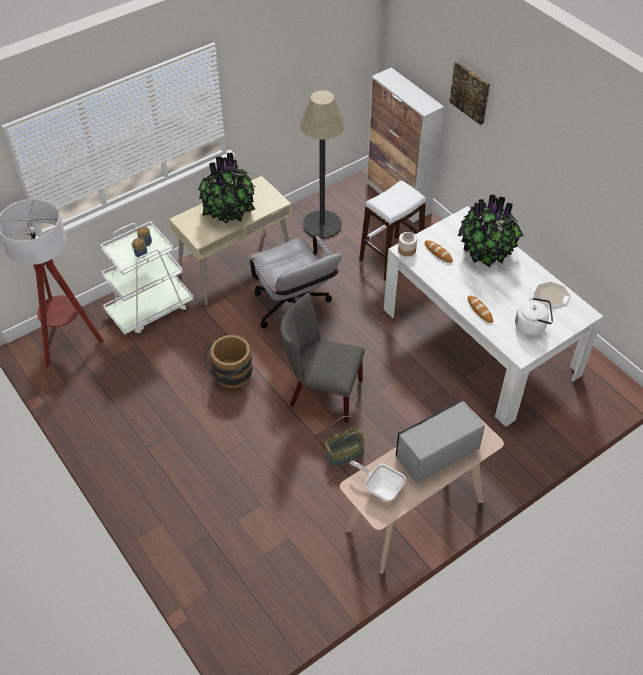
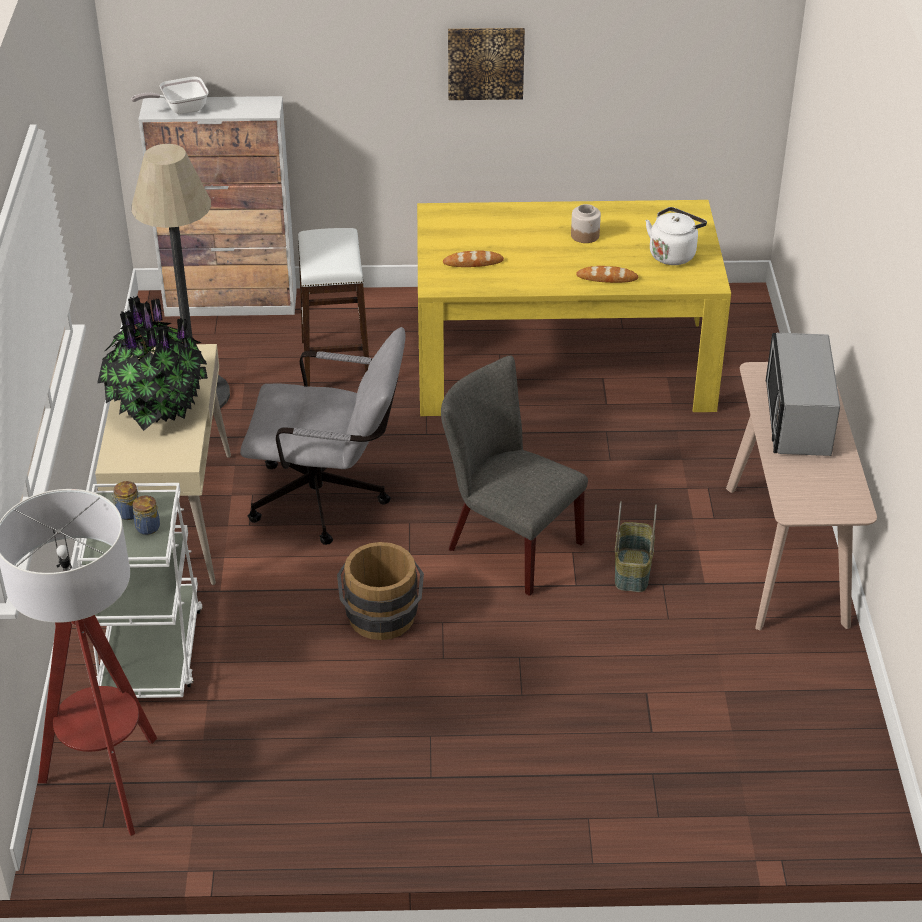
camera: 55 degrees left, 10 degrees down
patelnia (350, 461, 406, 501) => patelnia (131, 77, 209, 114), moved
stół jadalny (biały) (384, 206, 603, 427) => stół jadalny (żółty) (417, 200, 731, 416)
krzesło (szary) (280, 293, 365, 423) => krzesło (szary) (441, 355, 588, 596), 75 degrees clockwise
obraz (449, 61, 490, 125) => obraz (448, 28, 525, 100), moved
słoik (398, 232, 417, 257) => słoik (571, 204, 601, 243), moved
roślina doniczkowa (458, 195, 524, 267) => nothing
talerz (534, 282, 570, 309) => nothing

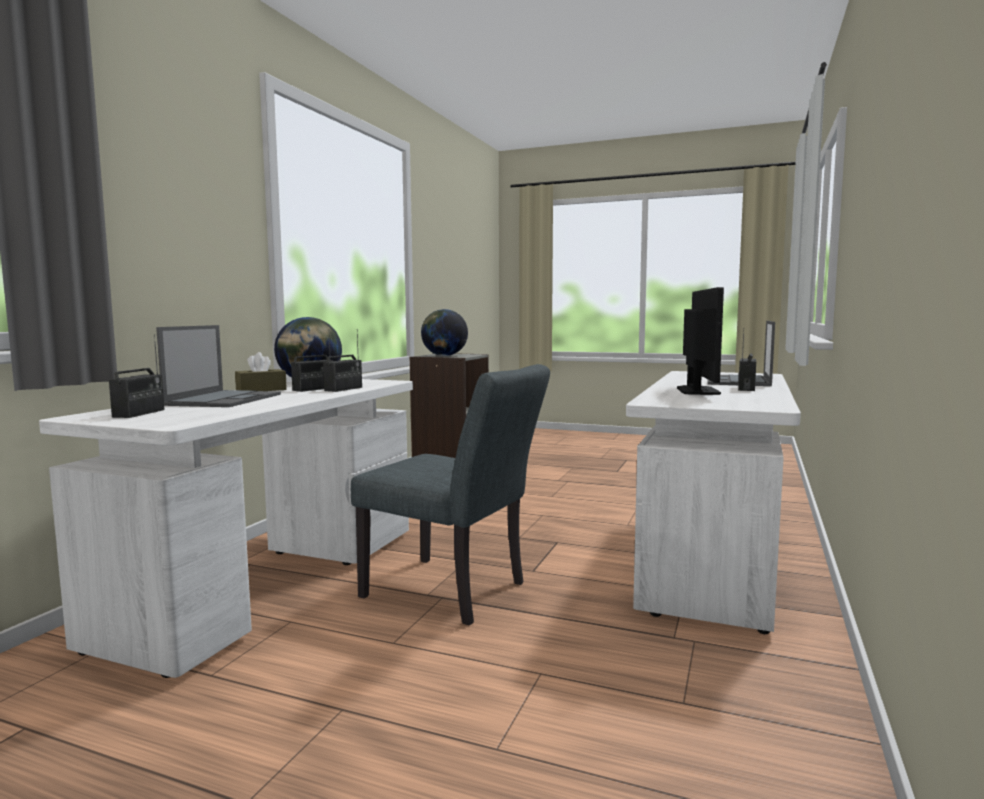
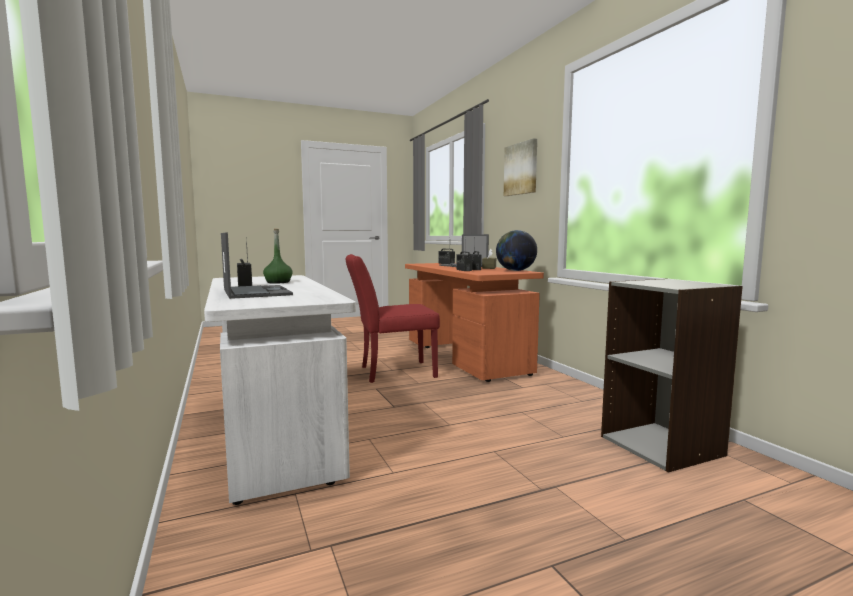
camera: 135 degrees right, 0 degrees up
monitor (677, 287, 724, 395) => butelka (zielony) (263, 228, 293, 284)
krzesło (szary) (351, 364, 550, 625) => krzesło (czerwony) (346, 254, 440, 383)
biurko (biały) (39, 379, 413, 678) => biurko (pomarańczowy) (405, 263, 544, 382)
nothing => obraz (504, 138, 537, 196)
globus (421, 309, 468, 356) => nothing

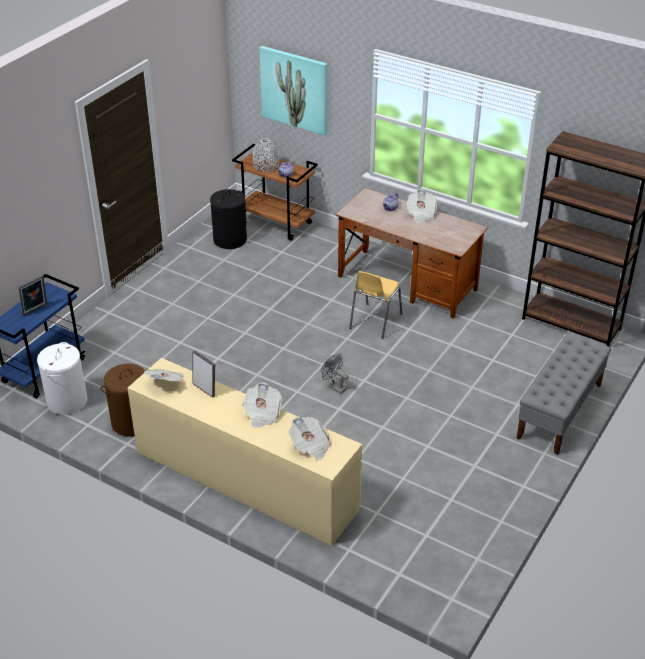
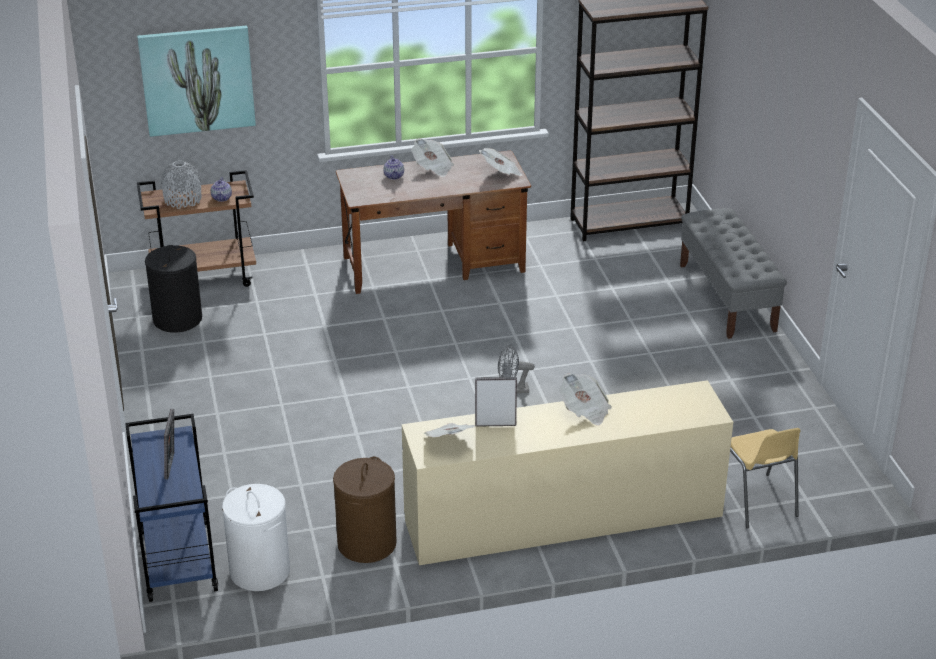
camera: 45 degrees left, 5 degrees down
gazeta (289, 417, 331, 460) => gazeta (479, 148, 523, 176), moved
krzesło (żółty) (349, 271, 402, 339) => krzesło (żółty) (730, 428, 801, 528), moved

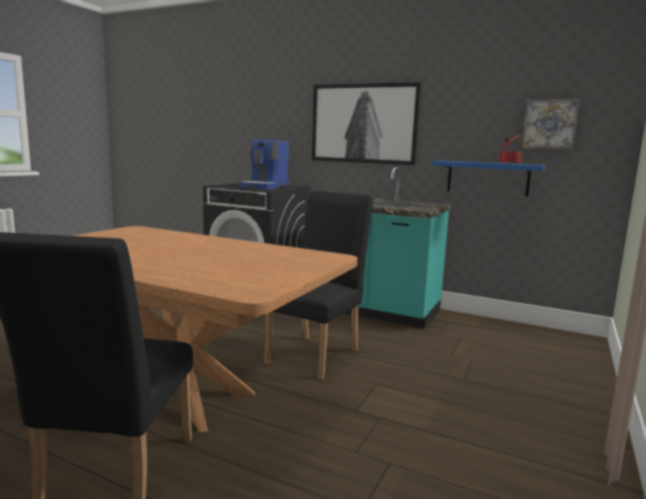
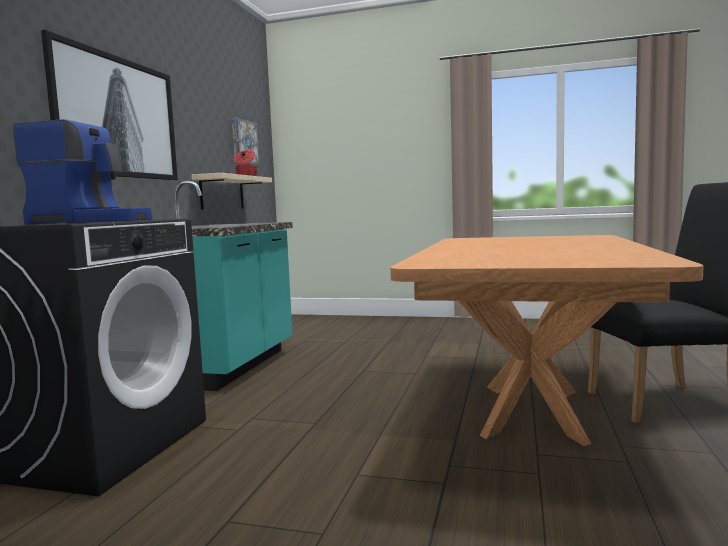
camera: 100 degrees left, 5 degrees down
półka (niebieski) (432, 160, 545, 196) => półka (beżowy) (191, 173, 272, 210)
krzesło (czarny) (264, 191, 373, 380) => nothing

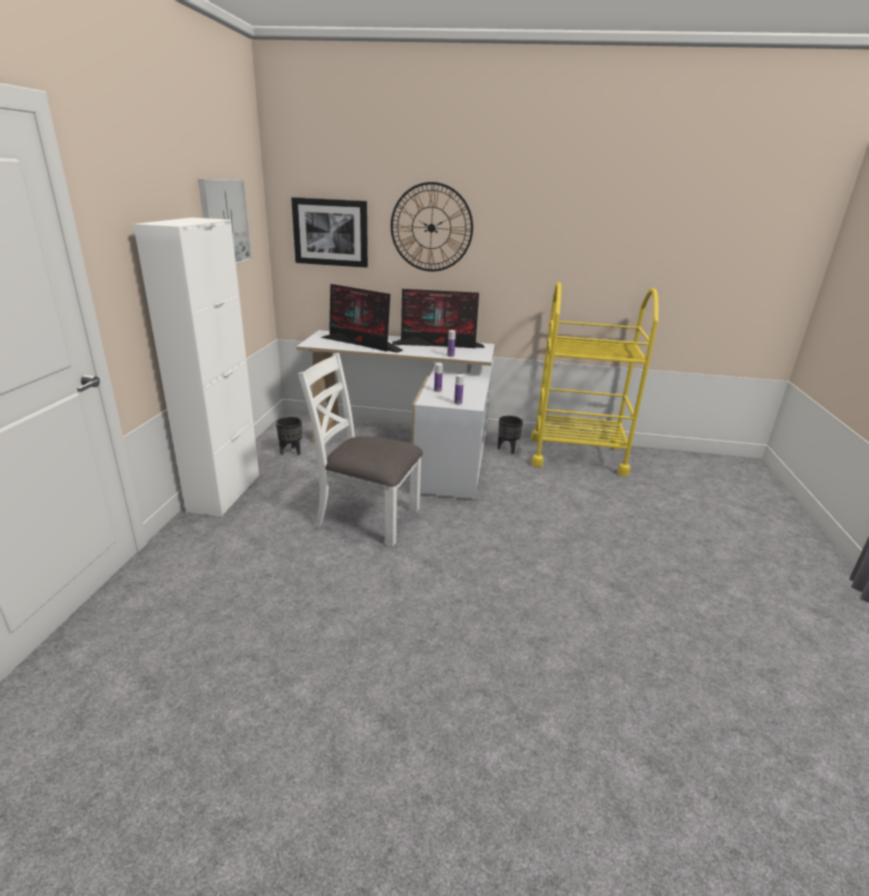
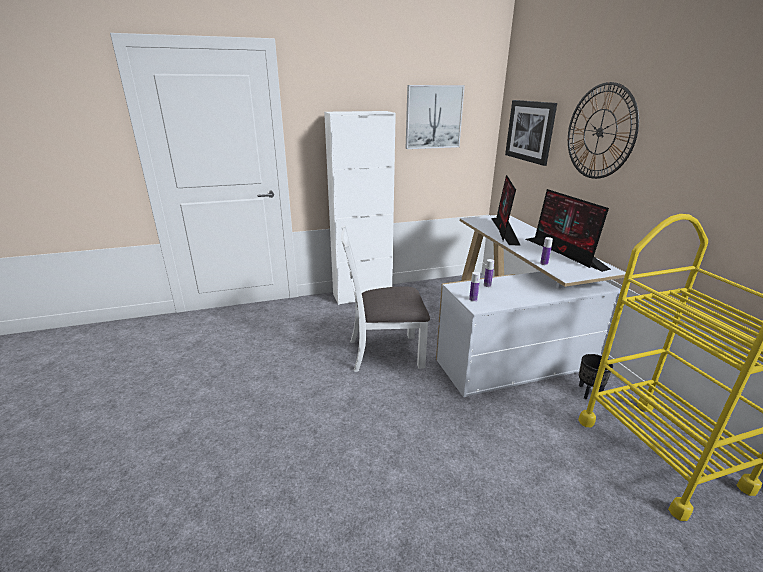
camera: 65 degrees right, 0 degrees up
krzesło (biały) (298, 353, 423, 547) => krzesło (biały) (341, 226, 430, 372), 90 degrees counterclockwise
donica (czarny) (276, 417, 302, 455) => nothing

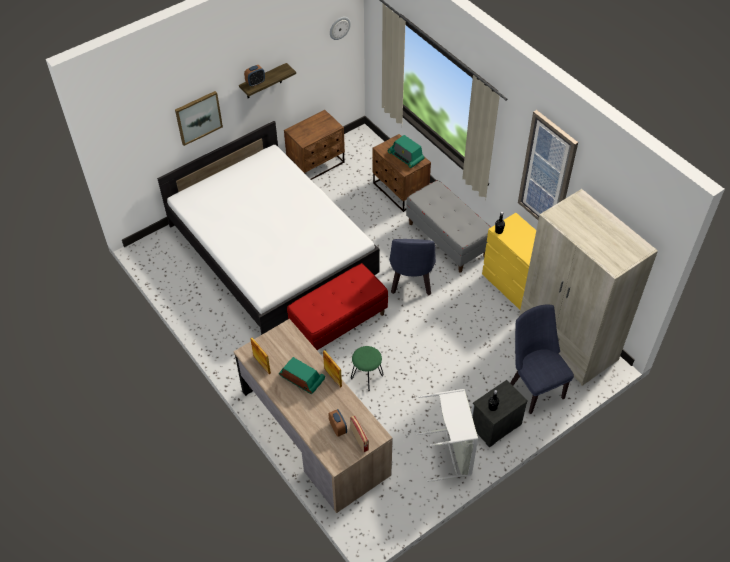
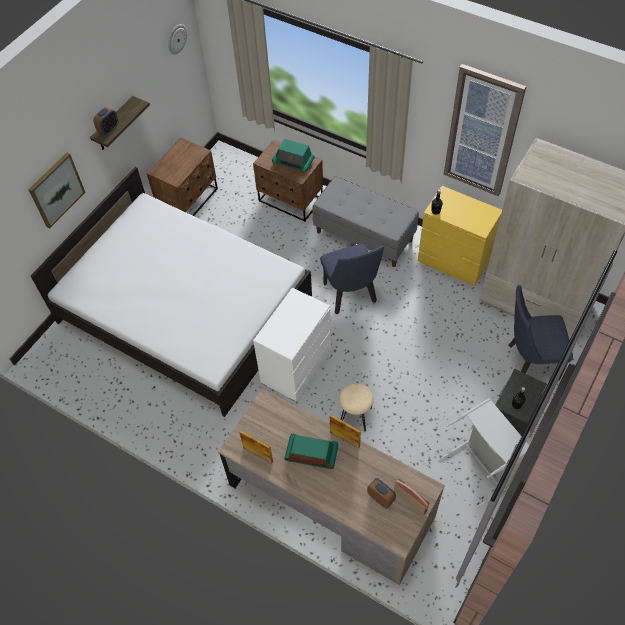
camera: 20 degrees left, 5 degrees up
ławka (czerwony) (287, 263, 388, 350) => komoda (biały) (253, 288, 331, 401)
stołek (zielony) (351, 346, 384, 391) => stołek (beżowy) (339, 383, 374, 431)
krzesło (niebieski) (510, 305, 574, 414) => krzesło (niebieski) (508, 285, 573, 380), 45 degrees counterclockwise

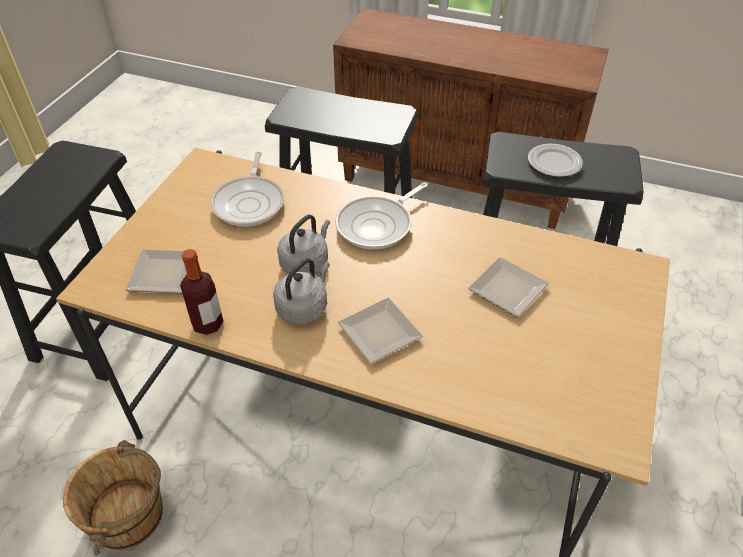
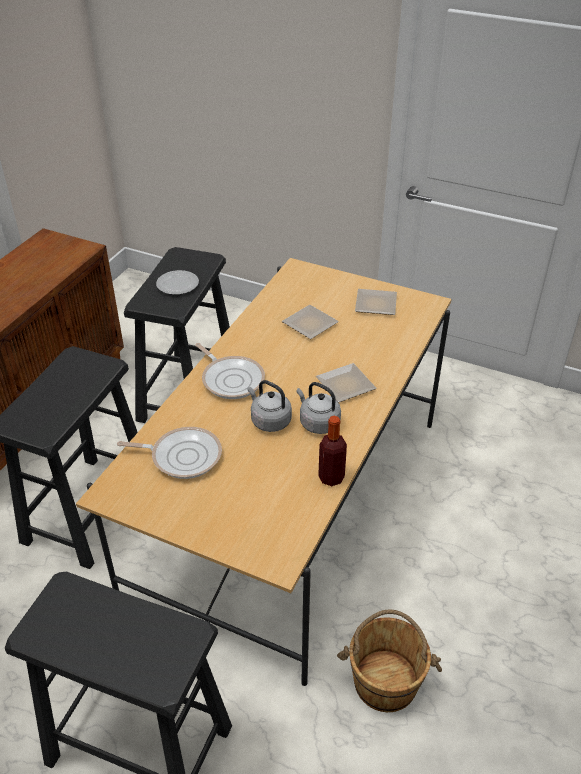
camera: 85 degrees left, 5 degrees down
talerz (125, 249, 197, 293) => talerz (355, 289, 397, 315), moved

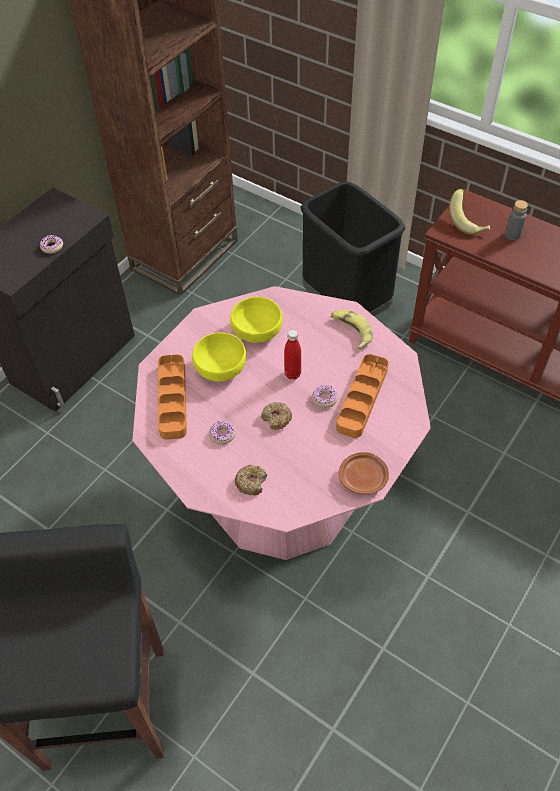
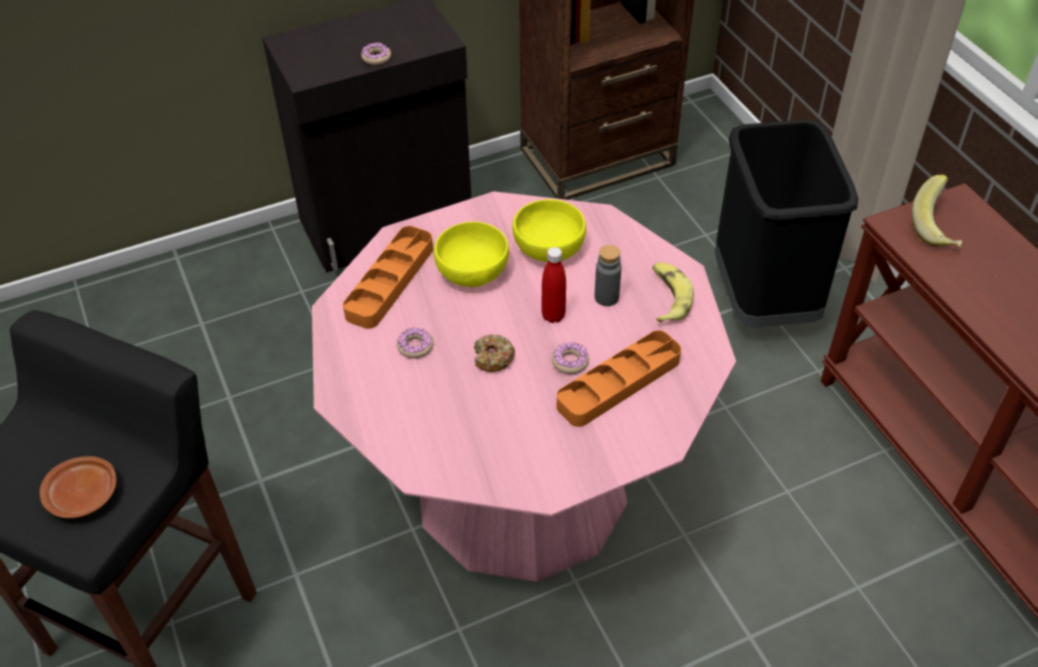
camera: 30 degrees right, 5 degrees down
talerz (brązowy) (339, 452, 389, 494) => talerz (brązowy) (40, 456, 117, 519), moved
butelka (szary) (505, 200, 528, 241) => butelka (szary) (595, 245, 622, 306), moved
donut (235, 465, 268, 496) => nothing

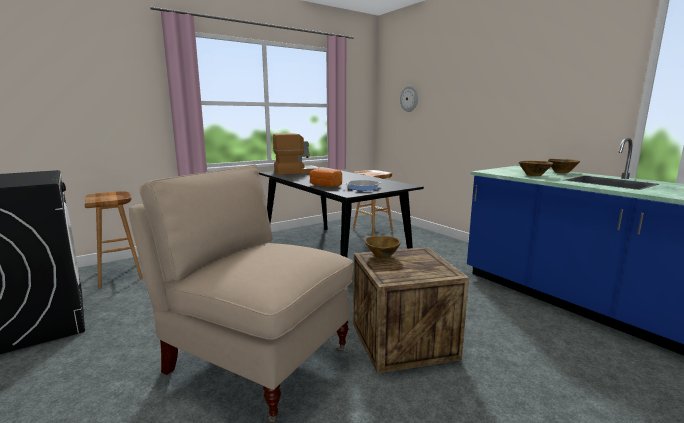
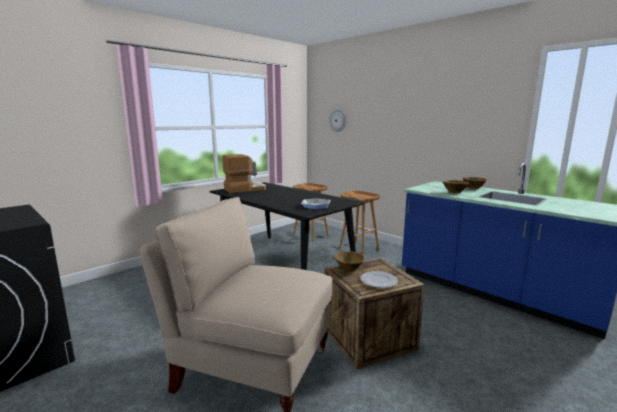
camera: 10 degrees left, 0 degrees up
stołek (brązowy) (85, 191, 143, 288) => stołek (brązowy) (339, 191, 380, 256), moved
nothing => talerz (360, 271, 398, 288)
chleb (310, 168, 342, 187) => nothing

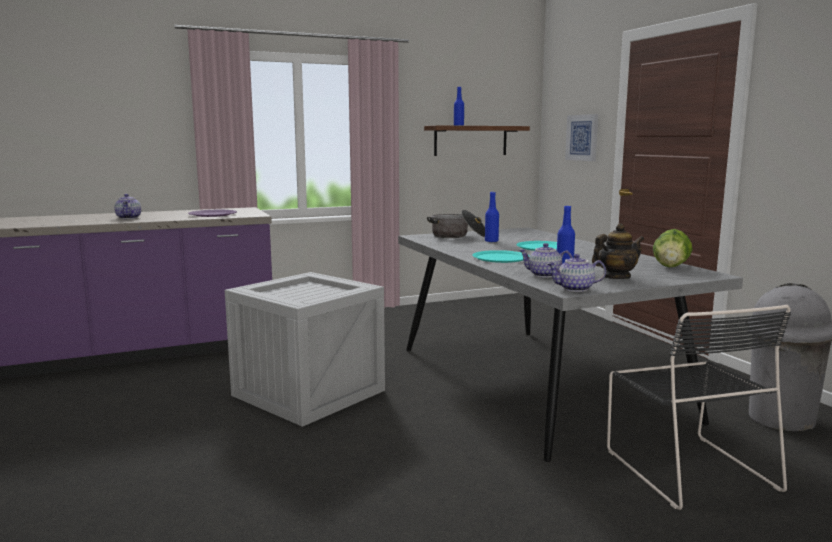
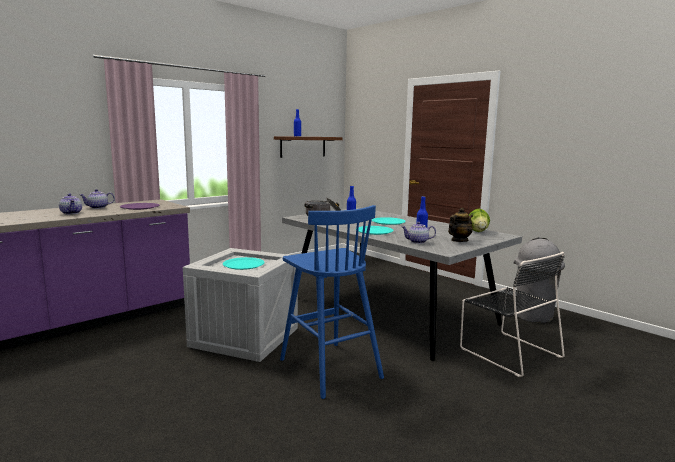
camera: 20 degrees left, 0 degrees up
imbryk (547, 254, 606, 292) => imbryk (80, 189, 115, 209), moved
nothing => talerz (turkusowy) (223, 257, 265, 270)
nothing => stołek (niebieski) (280, 205, 384, 399)
obraz (565, 114, 598, 161) => nothing

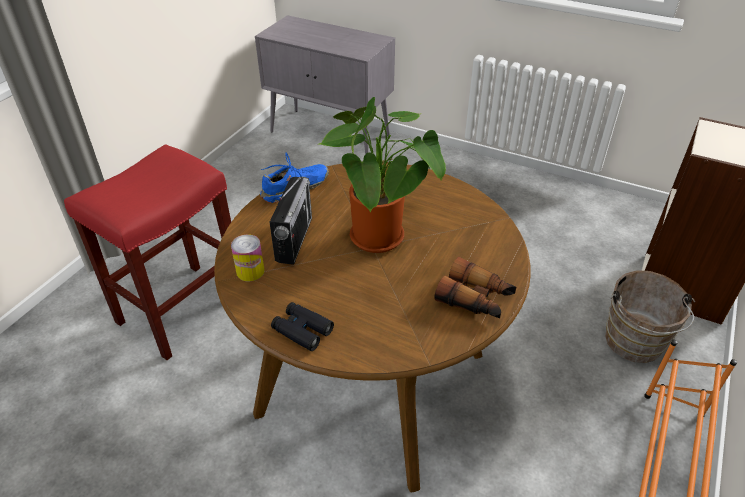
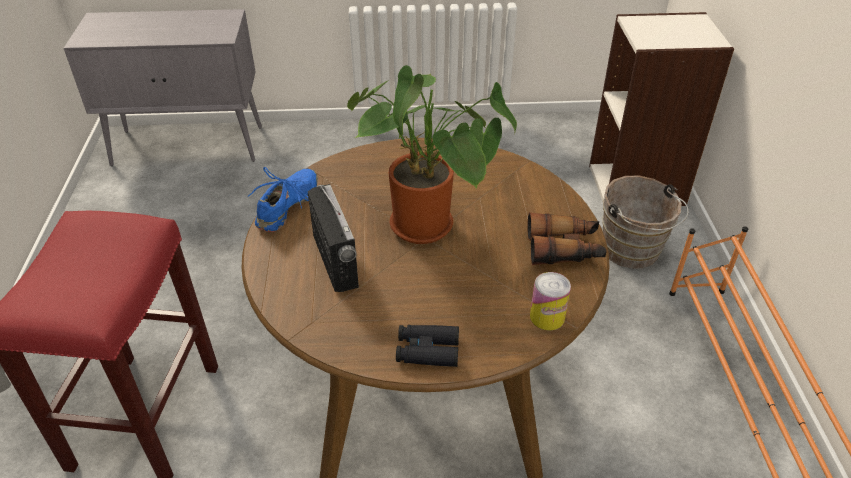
camera: 30 degrees left, 0 degrees up
puszka (231, 235, 265, 281) => puszka (530, 272, 571, 330), moved

